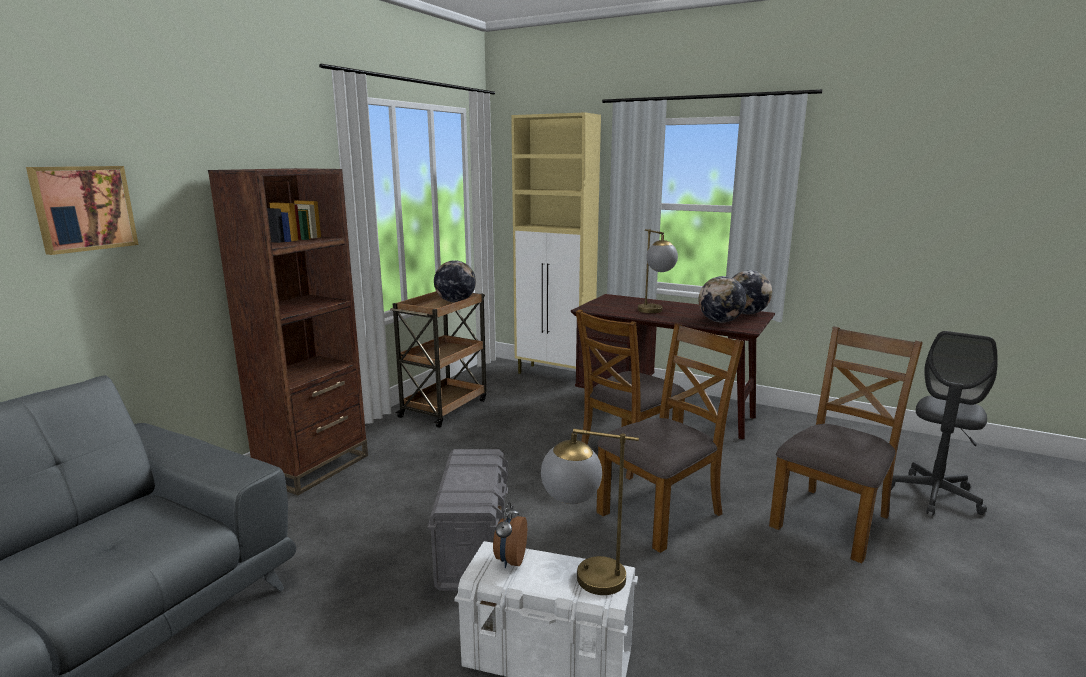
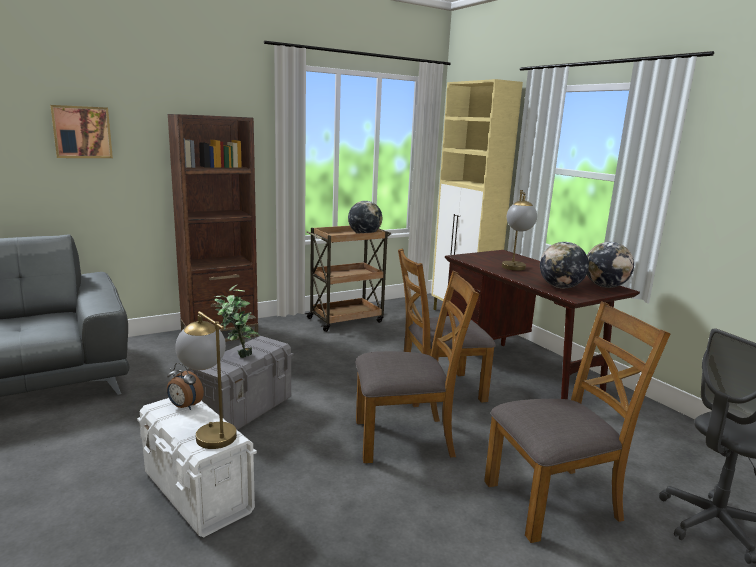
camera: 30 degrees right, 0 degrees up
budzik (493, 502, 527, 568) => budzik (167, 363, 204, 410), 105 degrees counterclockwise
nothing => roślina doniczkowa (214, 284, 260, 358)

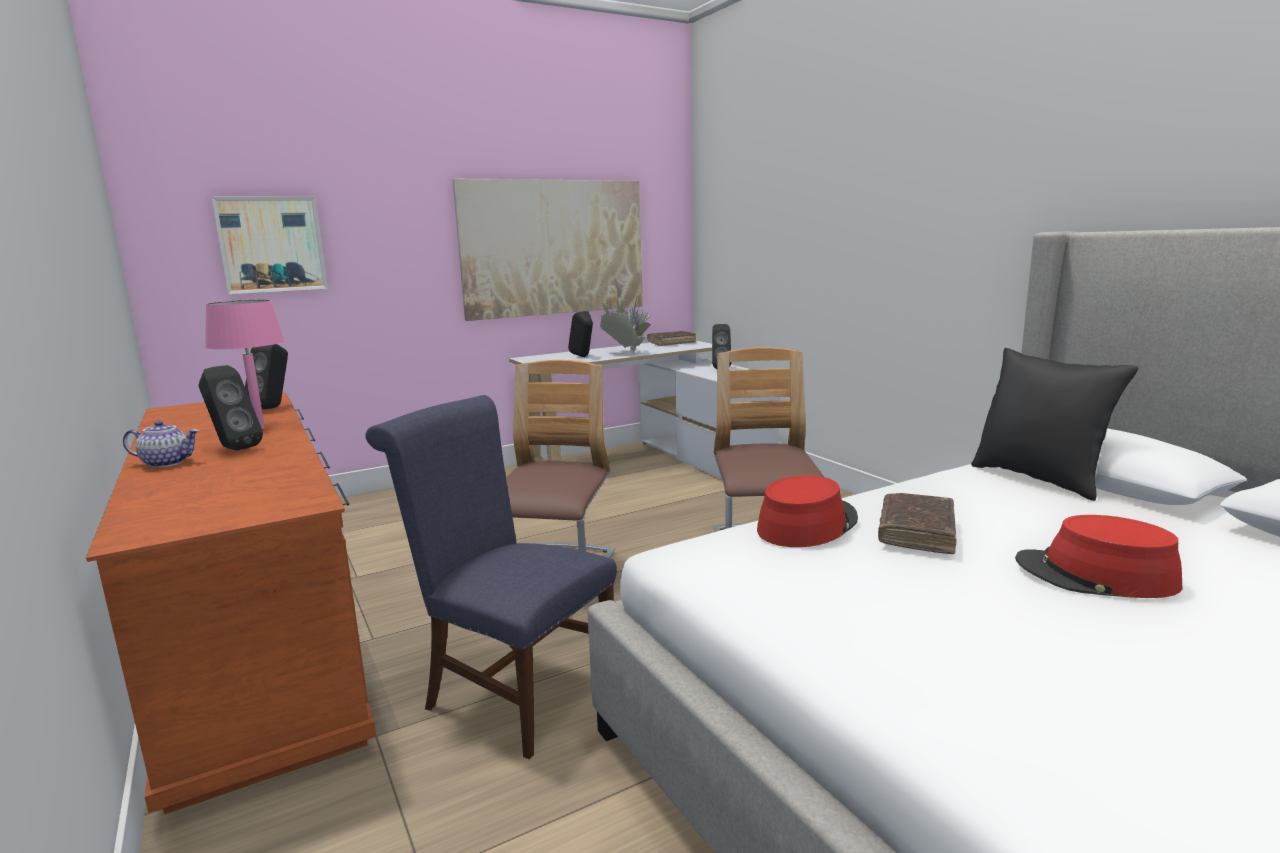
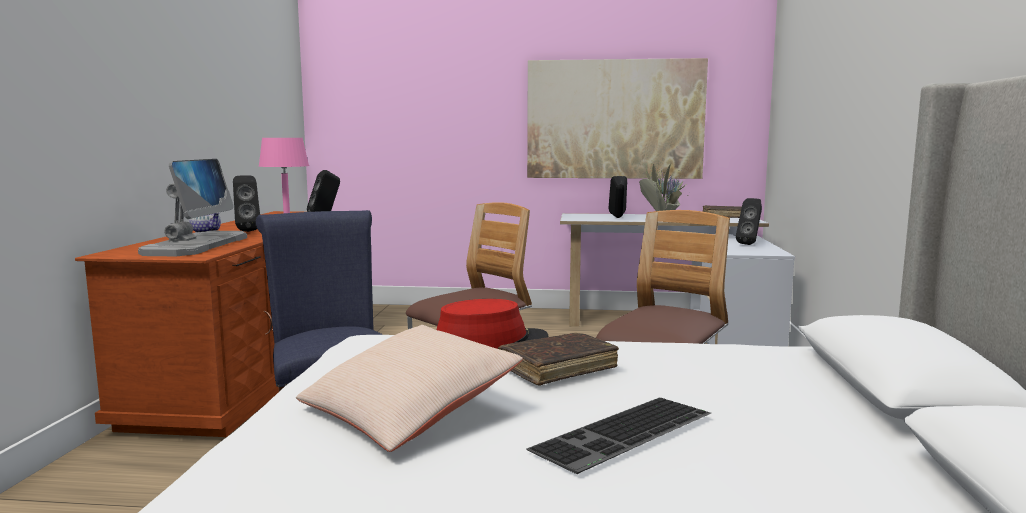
camera: 35 degrees right, 5 degrees down
nothing => monitor (138, 159, 247, 256)
nothing => poduszka (beżowy) (296, 325, 523, 452)
kapelusz (czerwony) (1015, 515, 1182, 598) => klawiatura (526, 397, 711, 474)
obraz (211, 197, 328, 294) => nothing
poduszka (czarny) (971, 348, 1139, 501) => nothing

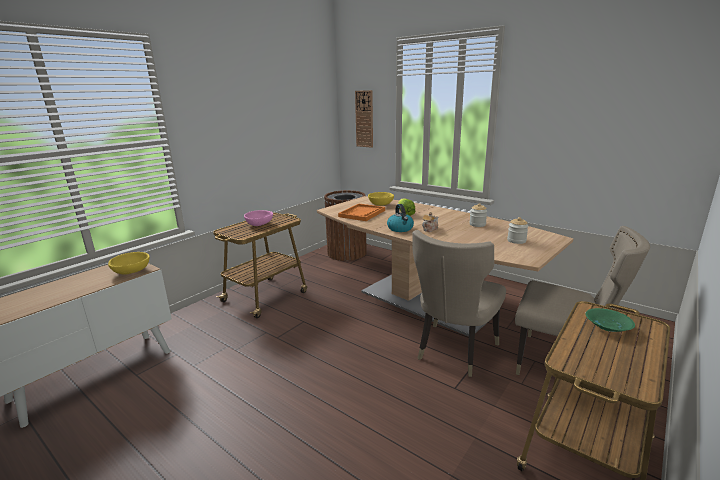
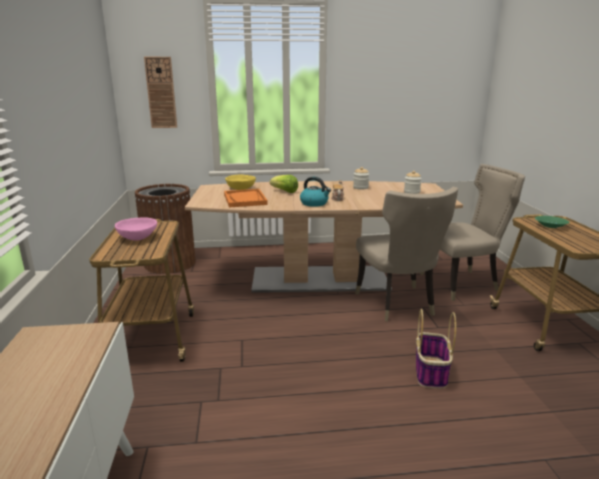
camera: 45 degrees left, 0 degrees up
nothing => koszyk (416, 309, 456, 388)
miska (żółty) (108, 252, 150, 275) => nothing

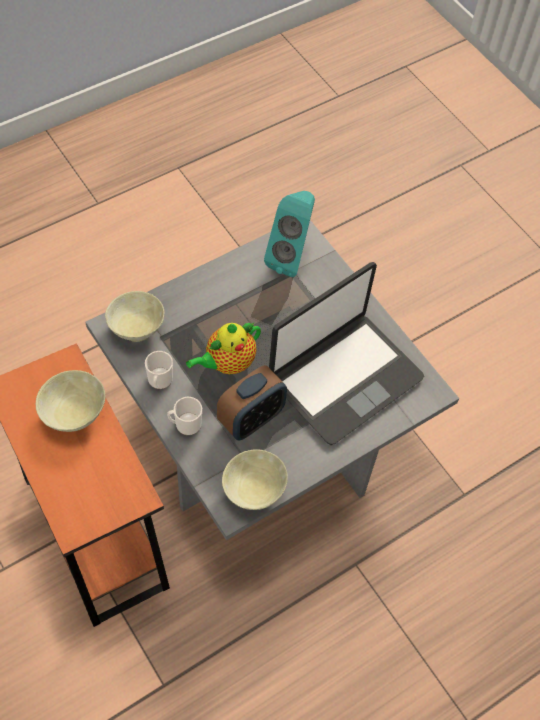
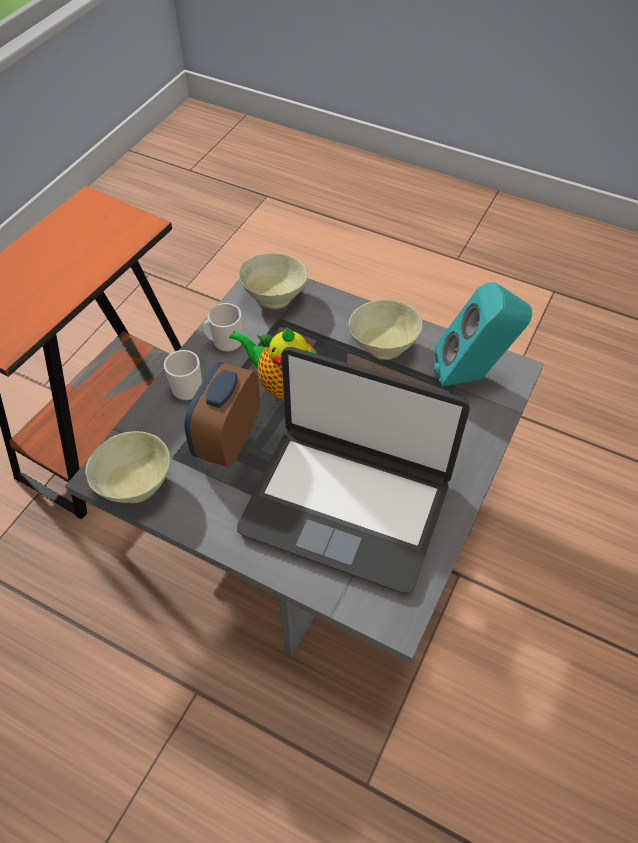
camera: 65 degrees right, 5 degrees down
budzik (217, 365, 287, 440) => budzik (184, 361, 260, 467), 90 degrees clockwise
miska (beżowy) (36, 370, 105, 432) => miska (beżowy) (349, 299, 423, 360), moved

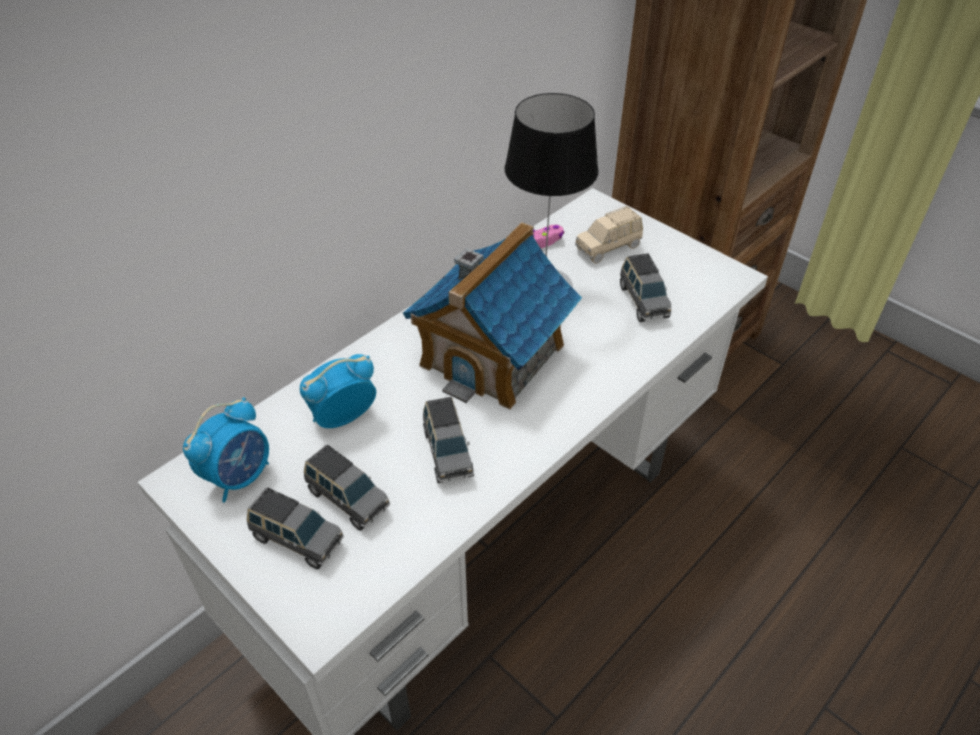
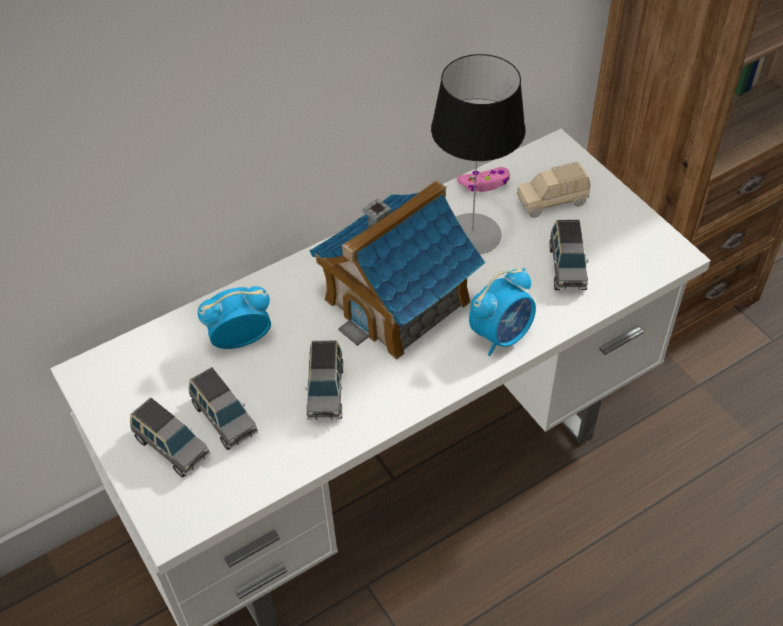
camera: 15 degrees right, 5 degrees up
budzik (183, 397, 269, 503) => budzik (469, 268, 536, 356), moved

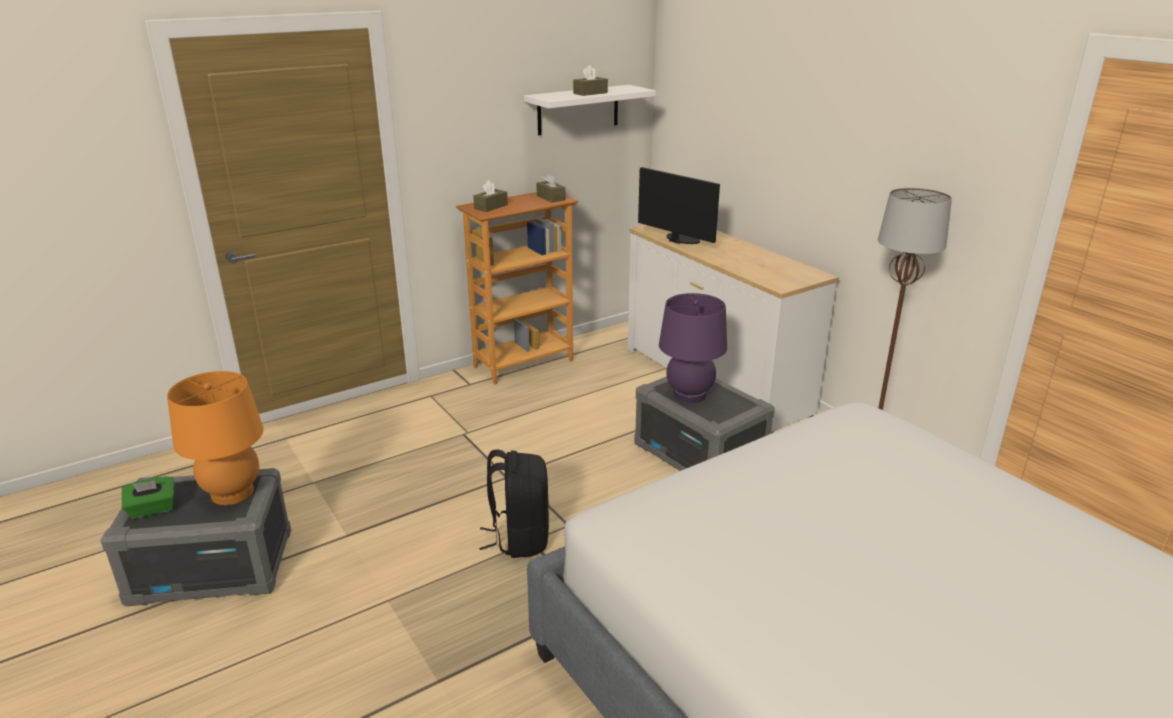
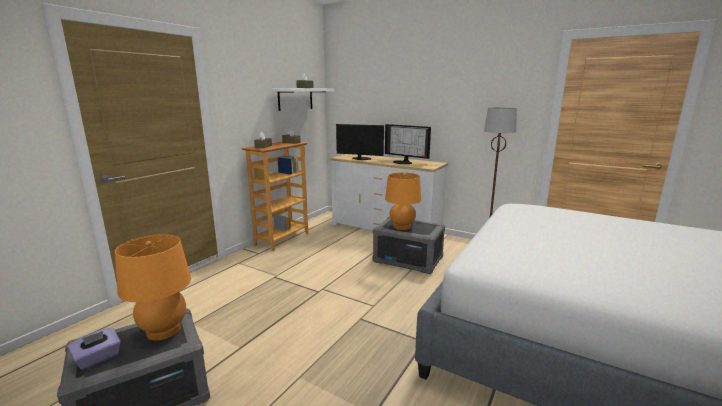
camera: 25 degrees left, 10 degrees down
pudełko chusteczek (zielony) (122, 476, 174, 519) => pudełko chusteczek (fioletowy) (67, 328, 121, 370)
nothing => monitor (385, 124, 431, 164)
lampa stołowa (fioletowy) (659, 293, 727, 403) => lampa stołowa (pomarańczowy) (385, 173, 421, 230)
plecak (czarny) (479, 449, 549, 558) => nothing

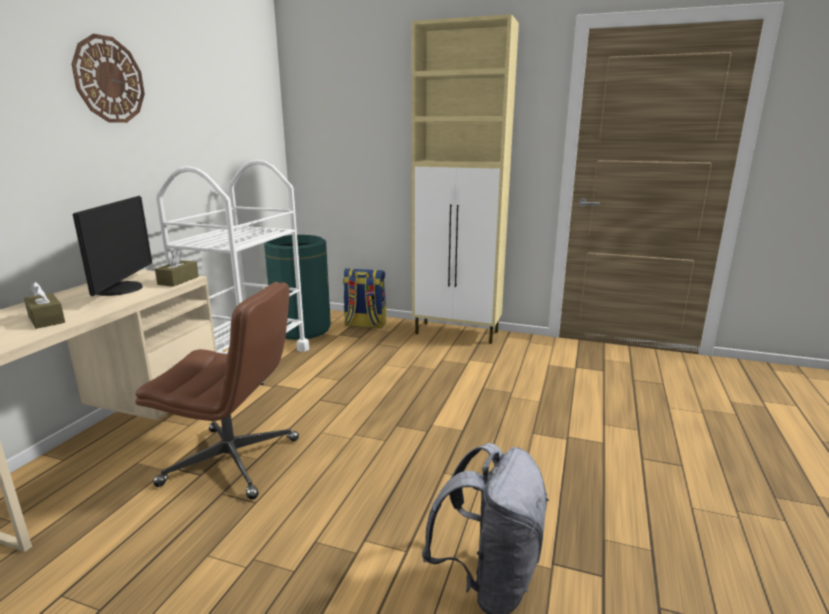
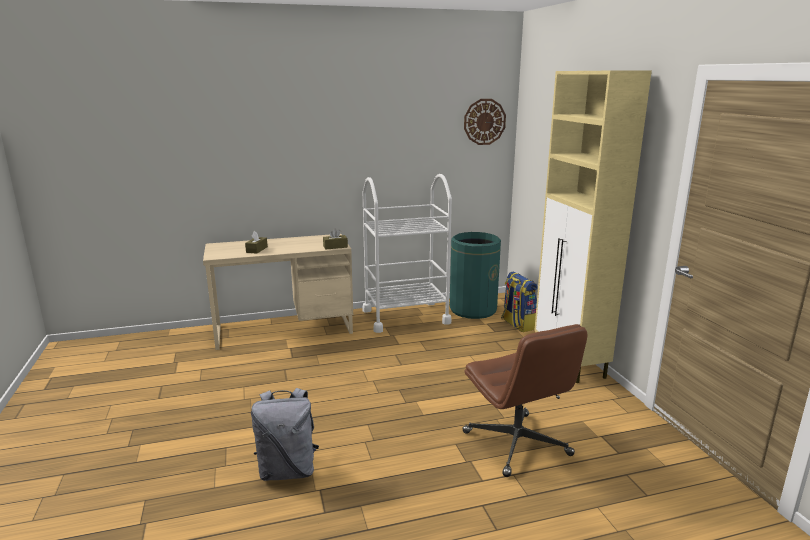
camera: 55 degrees right, 0 degrees up
krzesło biurowe (brązowy) (135, 282, 299, 500) => krzesło biurowe (brązowy) (462, 324, 587, 477), moved
zegar ścienny (72, 34, 145, 123) => zegar ścienny (464, 99, 506, 145), moved
monitor (73, 196, 152, 296) => nothing

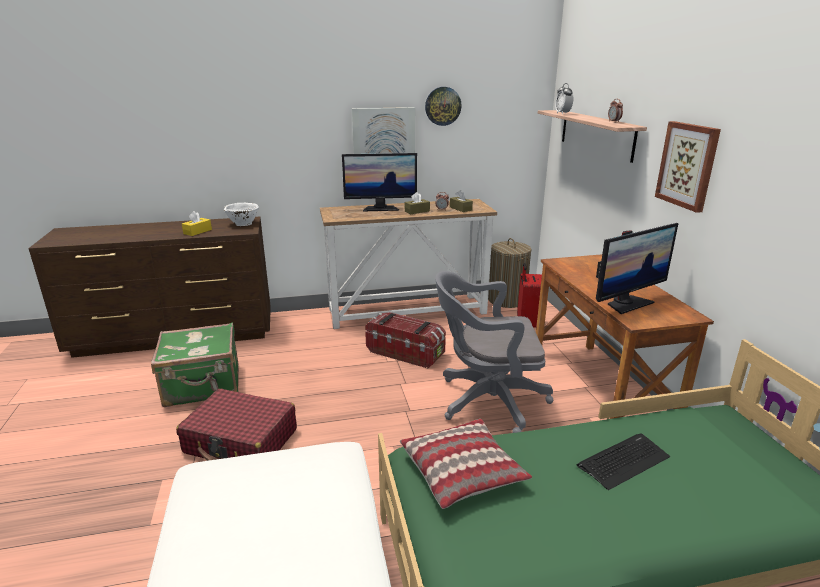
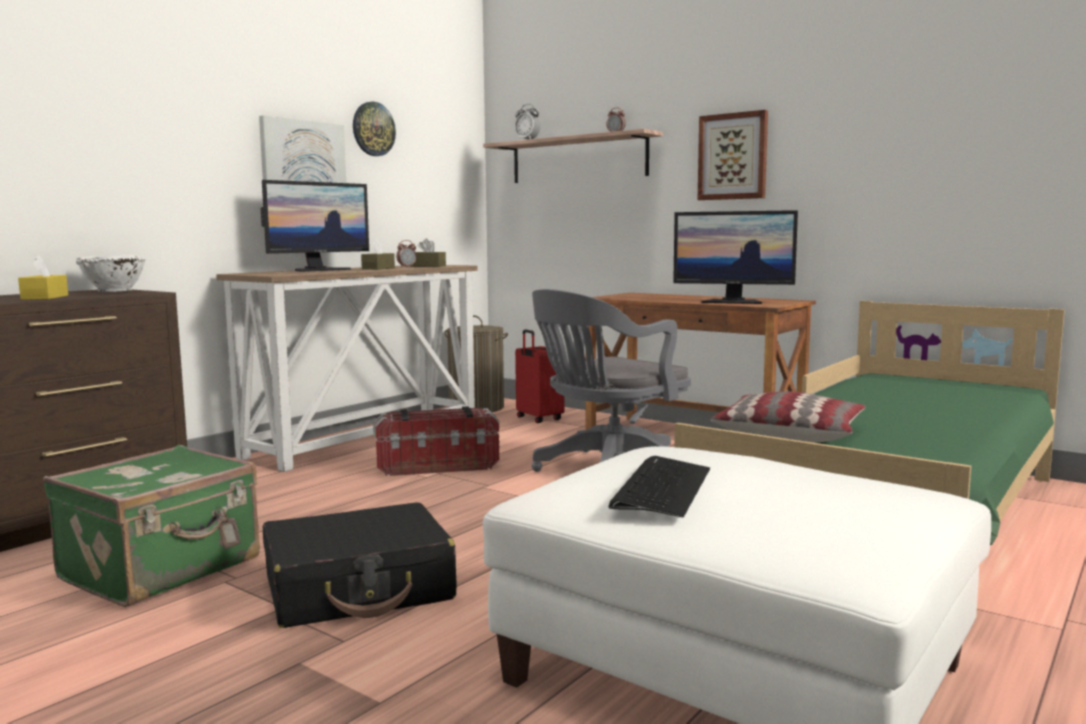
camera: 40 degrees left, 15 degrees down
walizka (czerwony) (176, 389, 297, 461) => walizka (czarny) (263, 502, 457, 628)
klawiatura (576, 433, 670, 490) => klawiatura (609, 456, 710, 517), moved
monitor (596, 223, 679, 314) => monitor (673, 210, 798, 304), 90 degrees clockwise

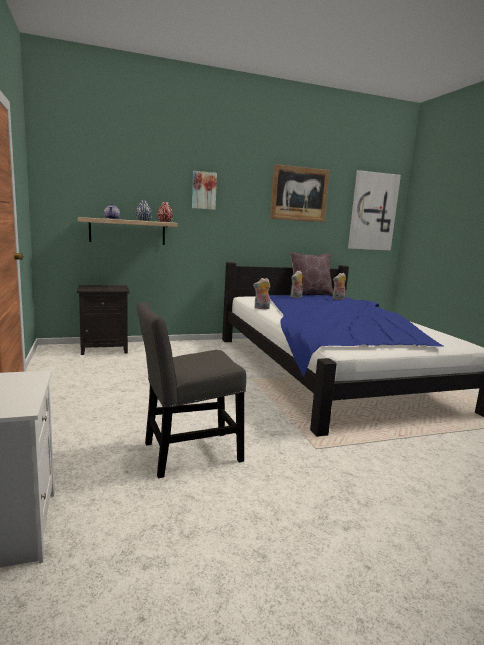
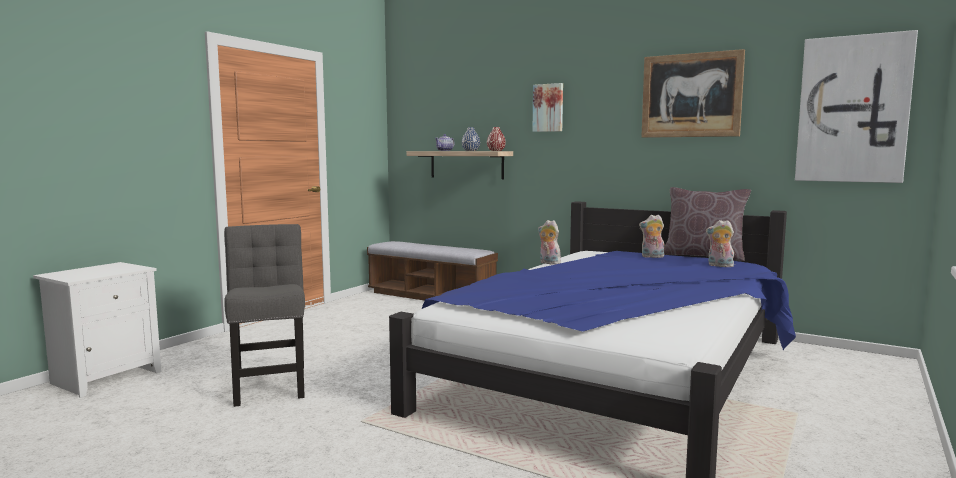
camera: 50 degrees right, 5 degrees down
krzesło (szary) (137, 302, 246, 478) => krzesło (szary) (224, 224, 305, 407), 45 degrees clockwise
szafka nocna (czarny) (77, 285, 129, 355) => ławka (367, 241, 498, 301)

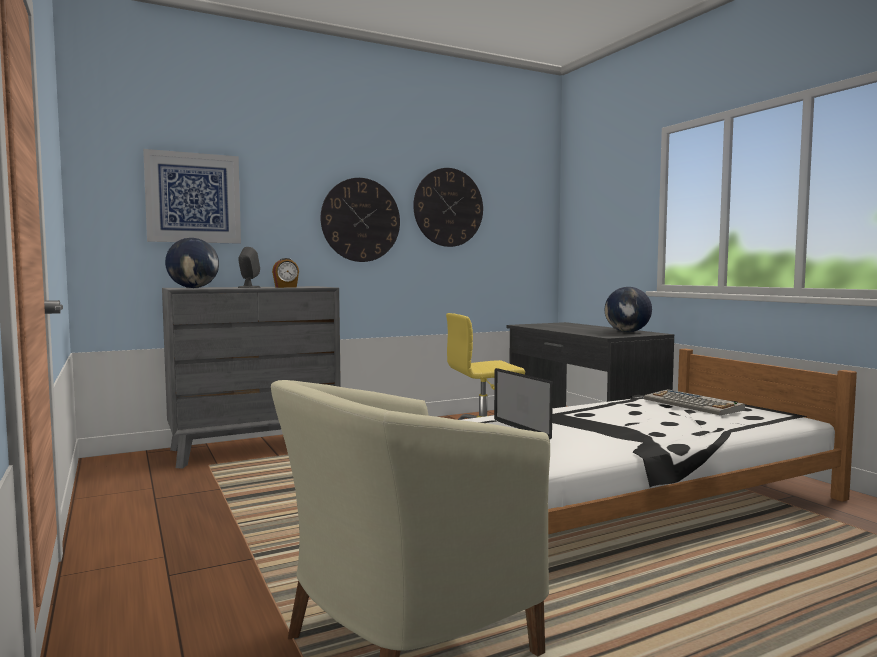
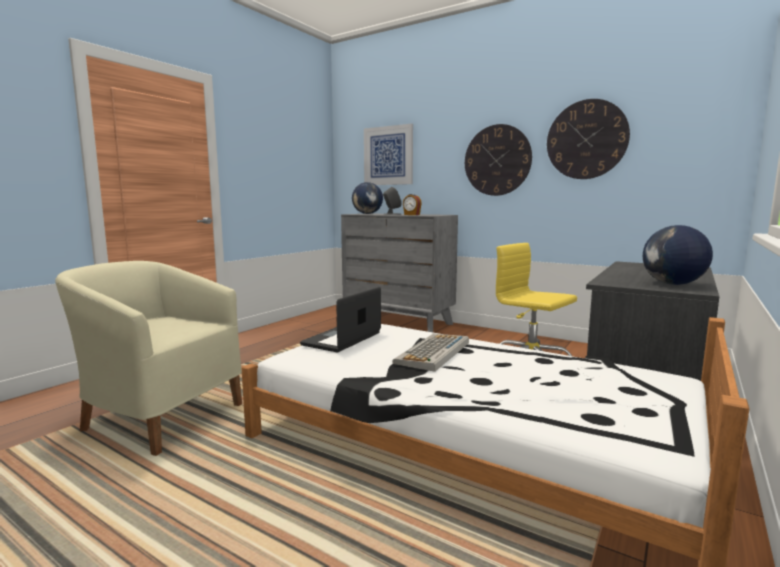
camera: 60 degrees right, 5 degrees up
klawiatura (644, 389, 745, 415) => klawiatura (392, 334, 469, 372), moved

